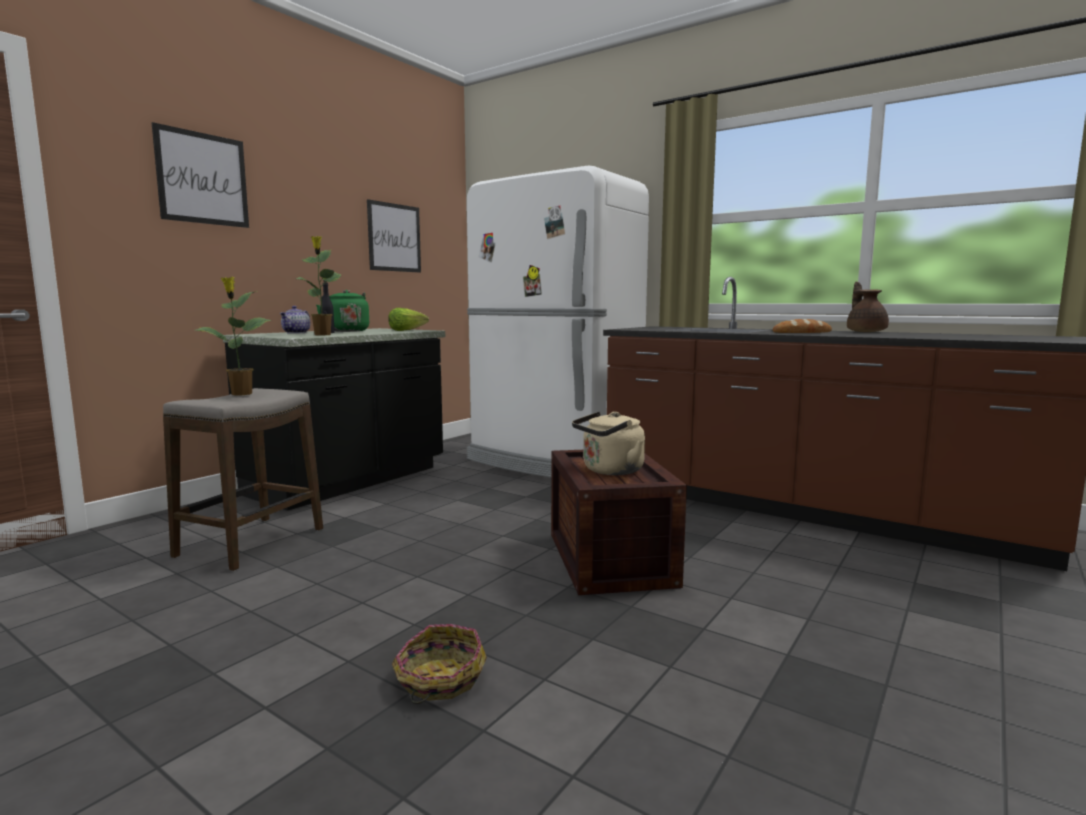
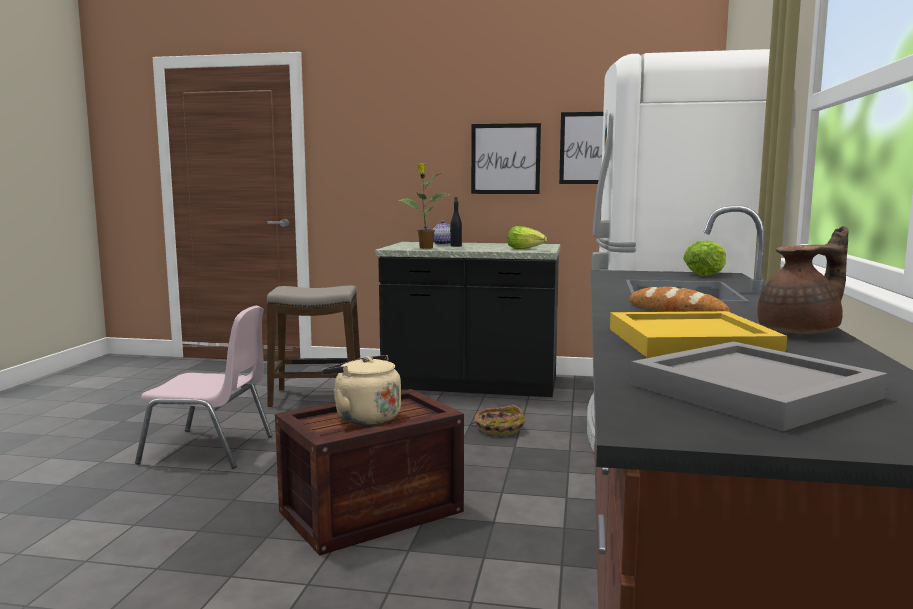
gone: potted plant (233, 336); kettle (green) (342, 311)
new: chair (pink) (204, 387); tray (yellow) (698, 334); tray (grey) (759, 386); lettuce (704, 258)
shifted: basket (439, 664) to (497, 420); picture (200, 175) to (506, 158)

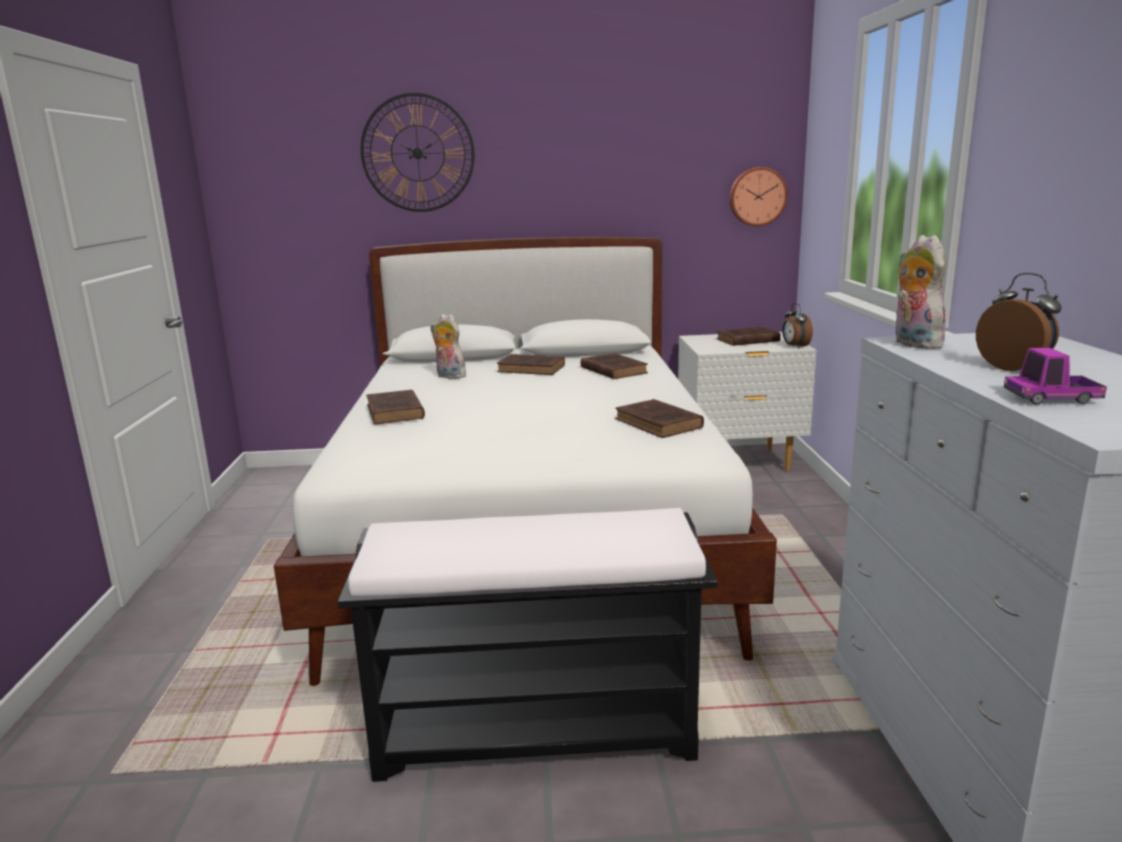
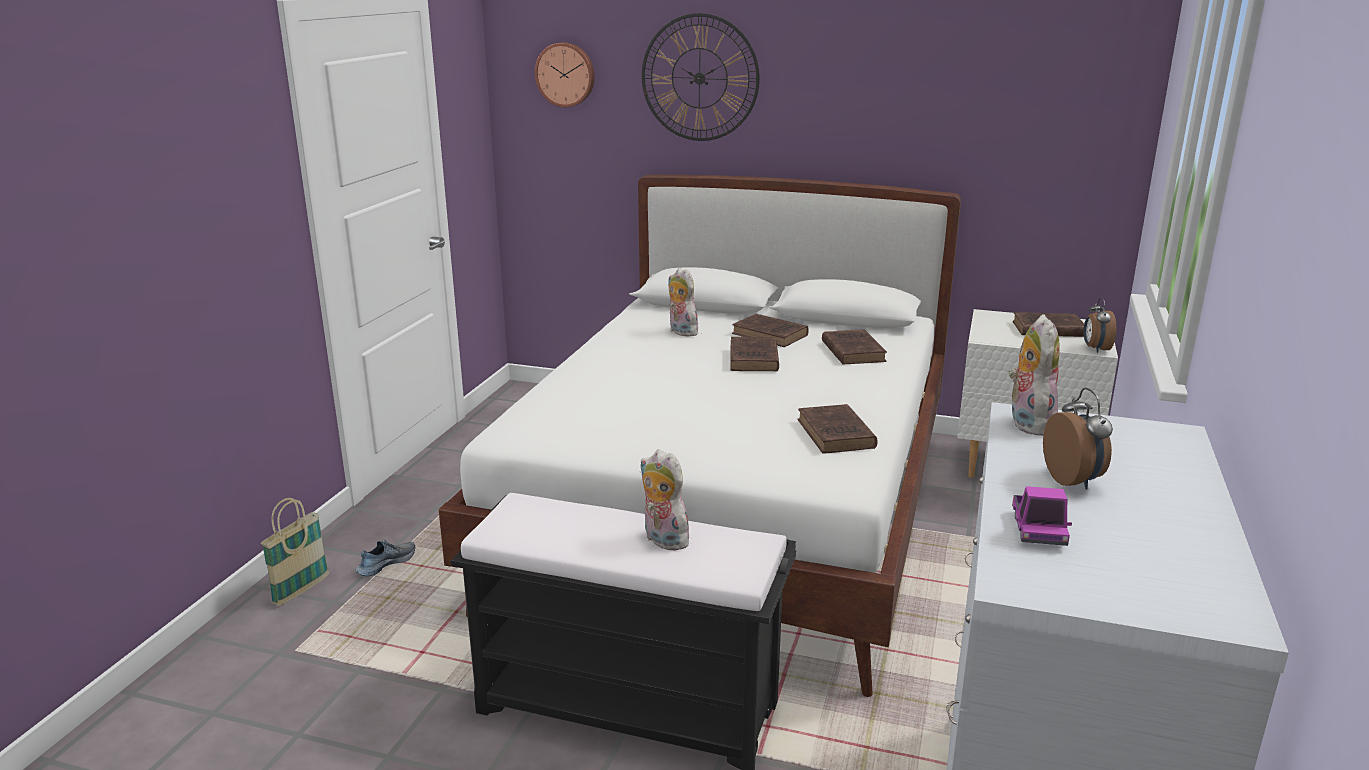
new: basket (295, 552); shoe (385, 558); plush toy (667, 500)
shifted: wall clock (759, 196) to (565, 74); book (brown) (395, 407) to (754, 354)
rotated: toy truck (1055, 376) = (1042, 516) 105 degrees counterclockwise

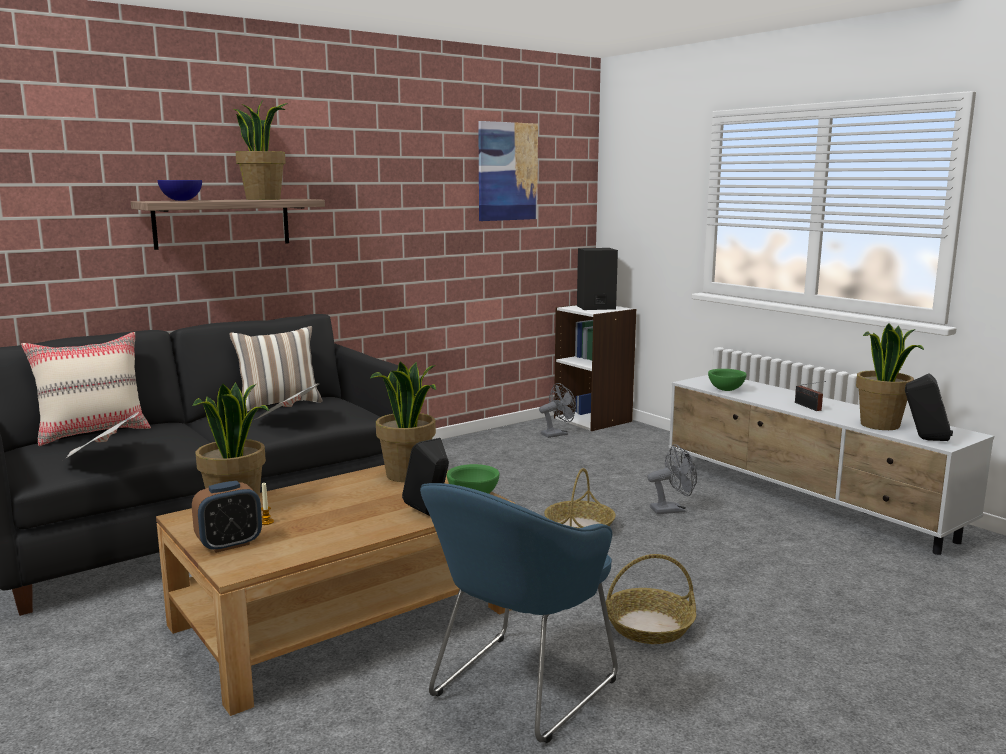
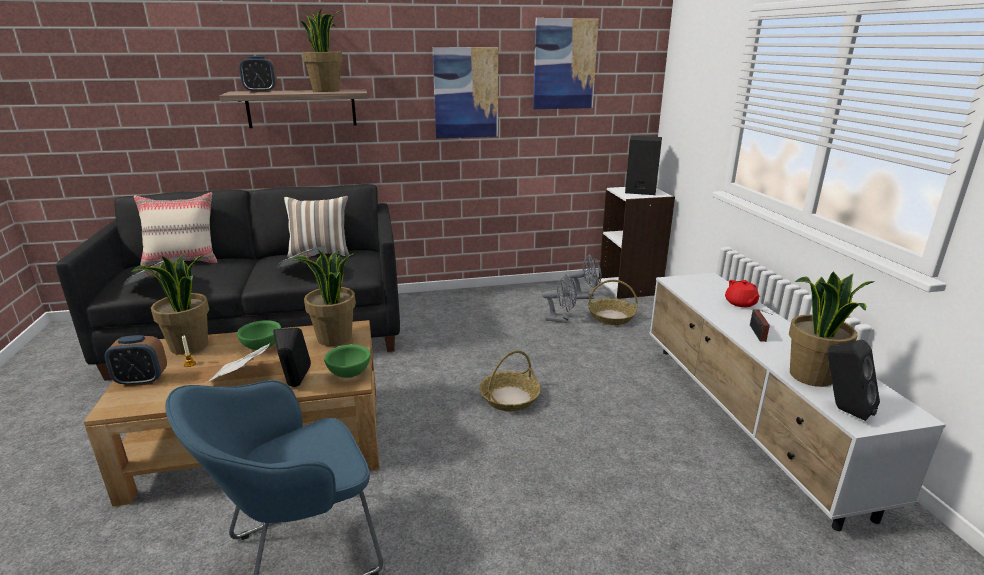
new: newspaper (238, 362); picture (465, 92); teapot (red) (742, 293)
shifted: bowl (green) (727, 380) to (259, 335); fan (grey) (672, 479) to (559, 299); basket (650, 599) to (613, 302)
swapped: bowl (blue) (180, 190) to alarm clock (258, 74)

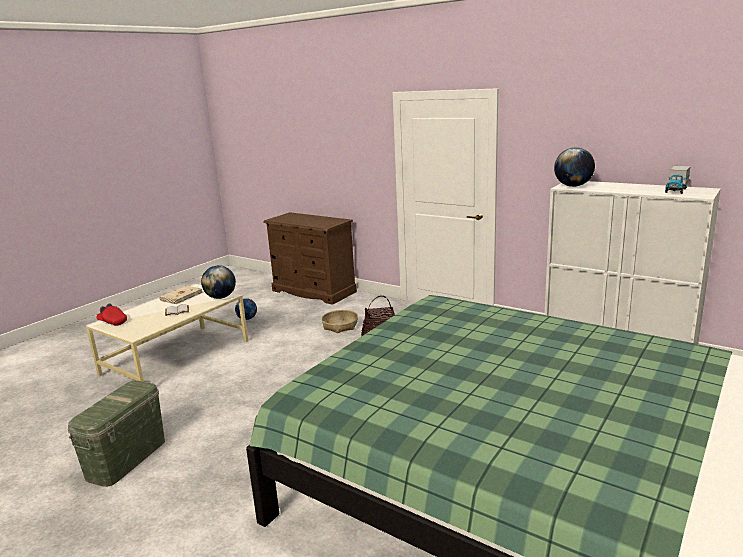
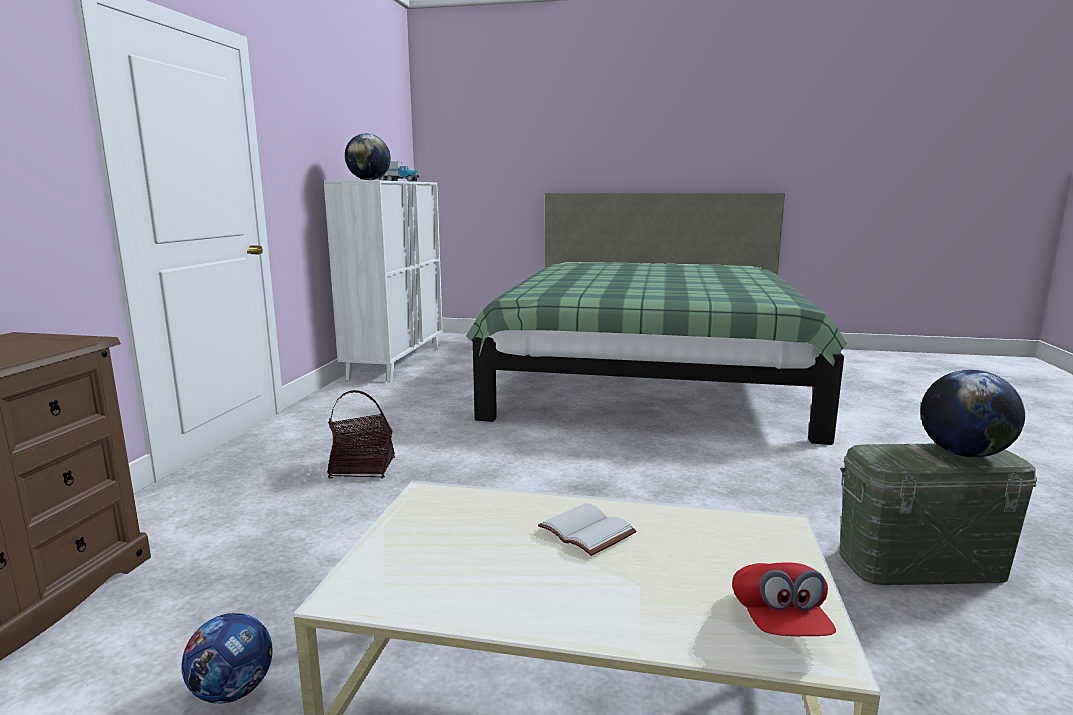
gone: book (beige) (181, 295); basket (339, 321)
shifted: globe (218, 282) to (973, 413)

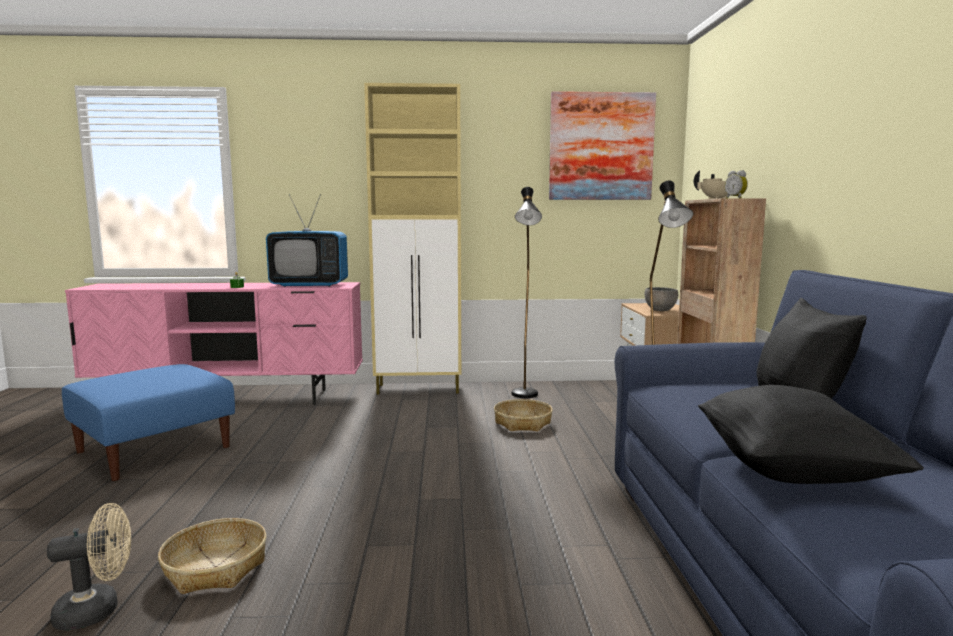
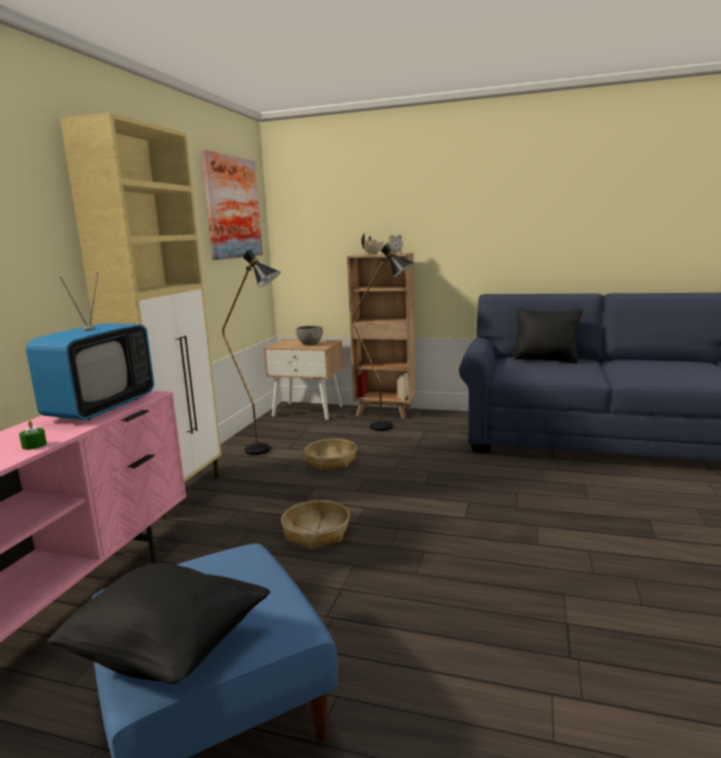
gone: fan (beige) (89, 567)
shifted: pillow (black) (811, 434) to (158, 623); basket (212, 556) to (315, 525)

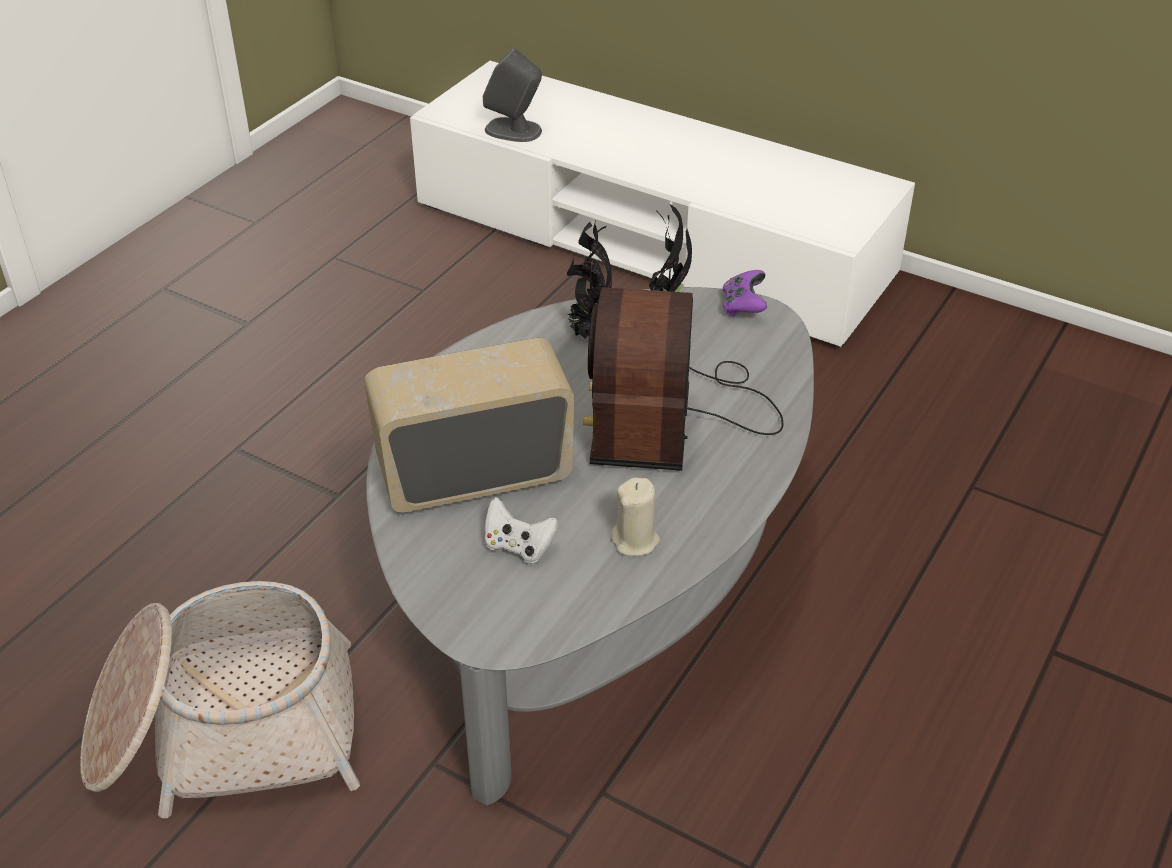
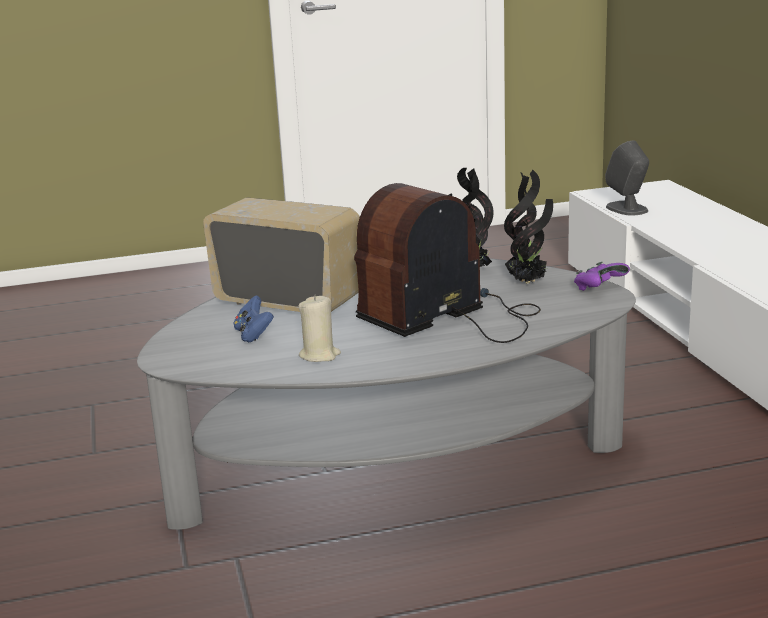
gone: basket (220, 699)
repainted: game controller (white) (522, 530) to game controller (blue) (253, 318)

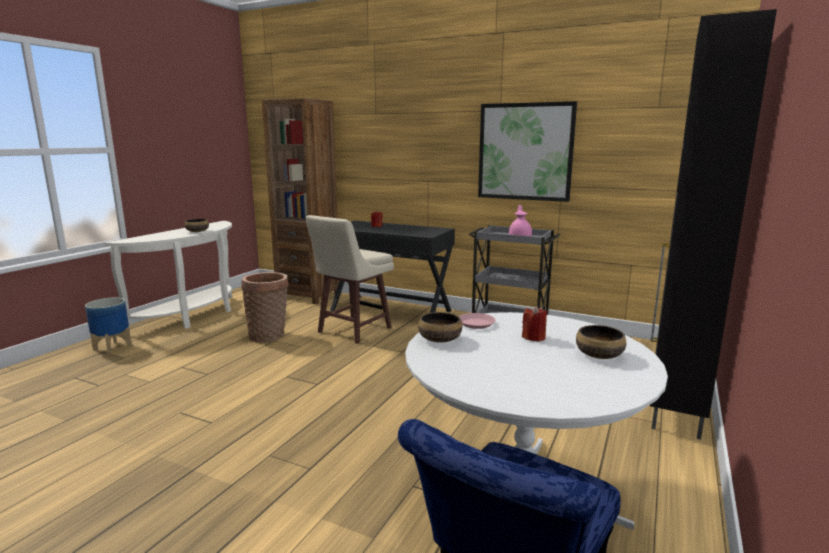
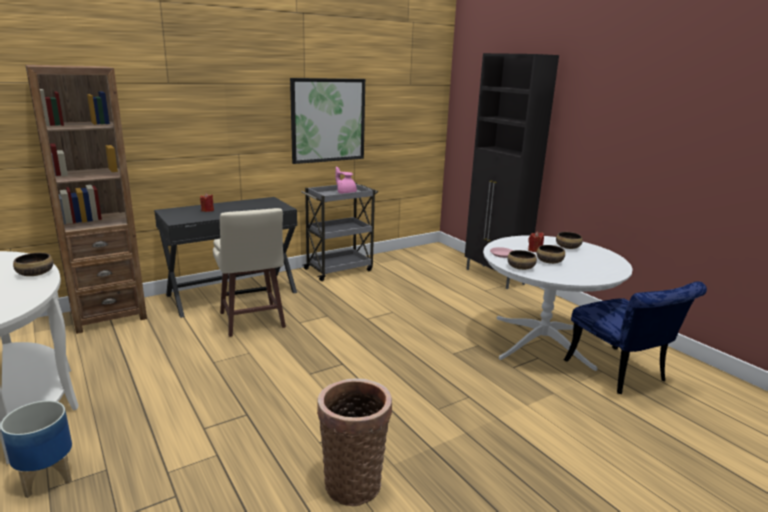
new: bowl (551, 254)
shifted: basket (264, 307) to (354, 442)

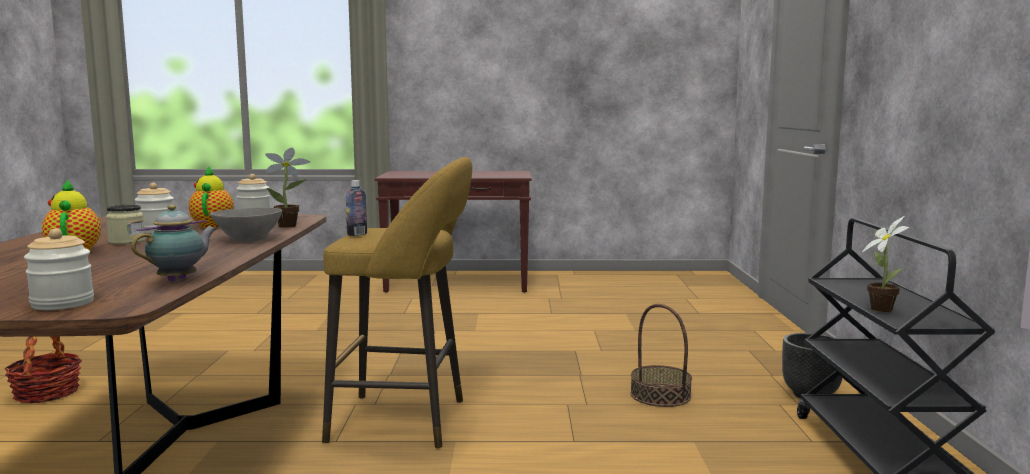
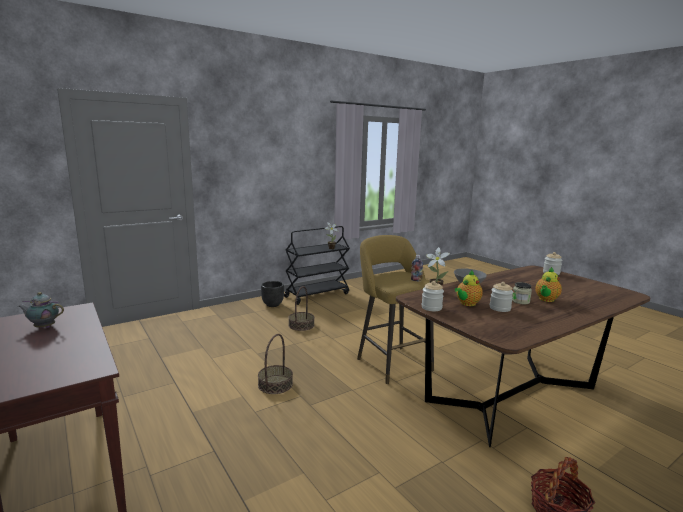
new: basket (275, 364)
shifted: teapot (174, 243) to (41, 310)

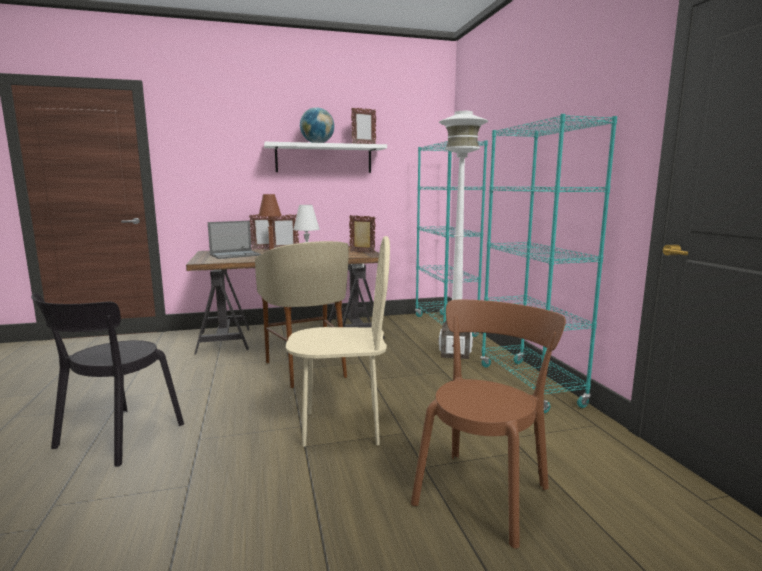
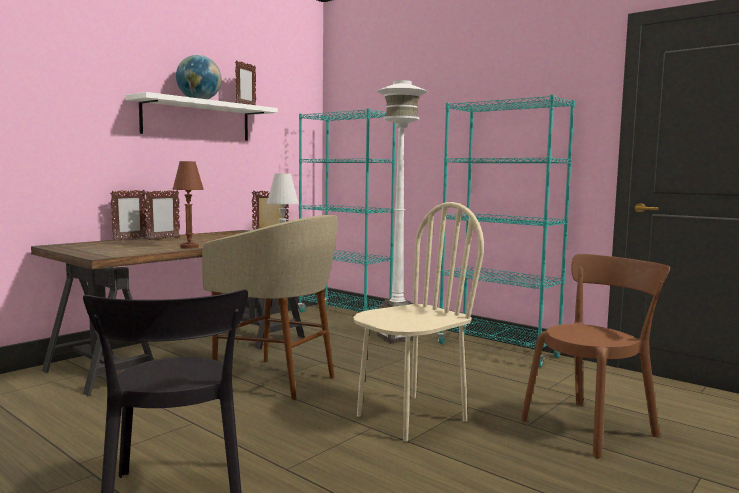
gone: laptop (234, 240)
rotated: chair (brown) (488, 424) = (595, 356) 60 degrees clockwise

